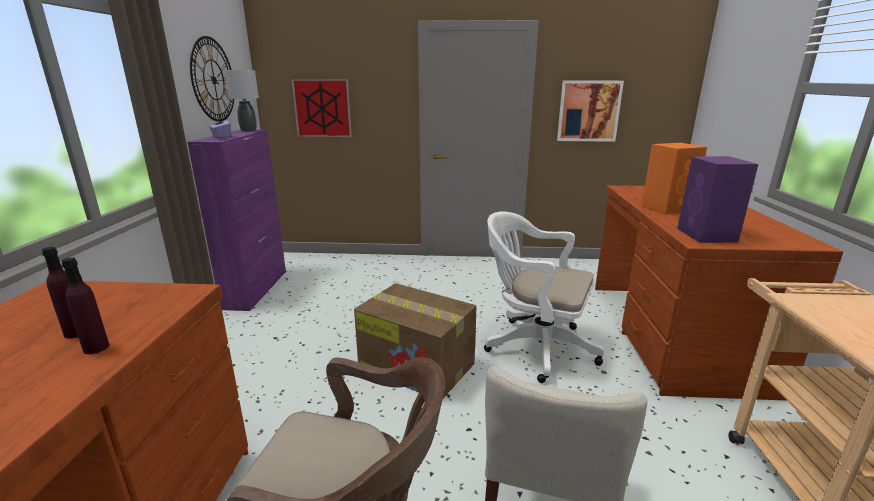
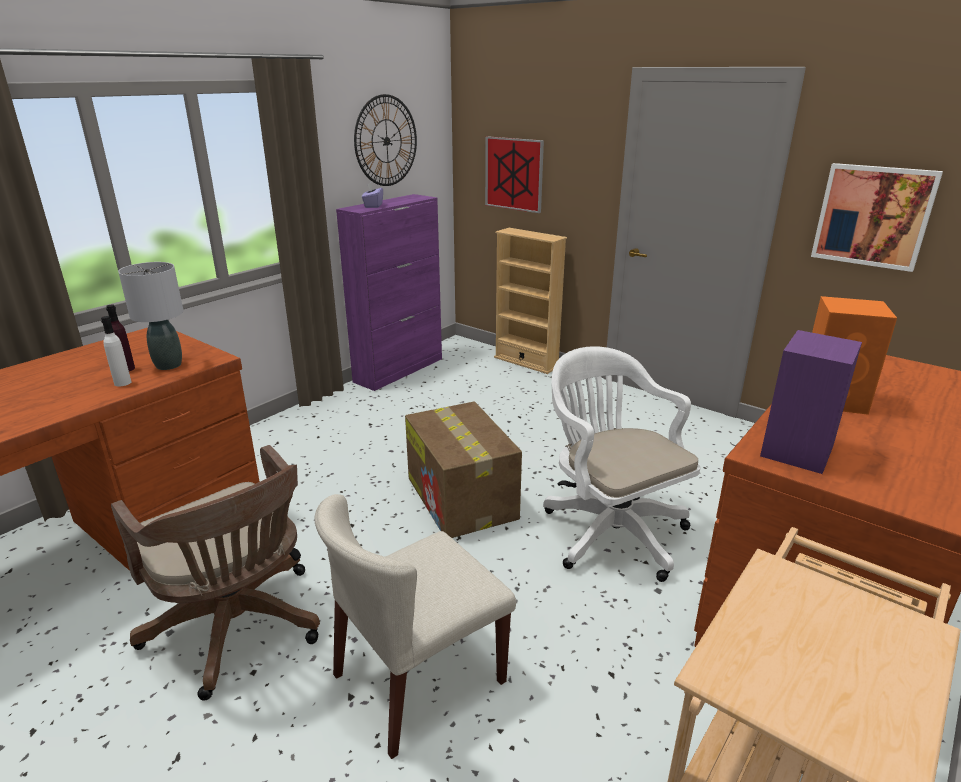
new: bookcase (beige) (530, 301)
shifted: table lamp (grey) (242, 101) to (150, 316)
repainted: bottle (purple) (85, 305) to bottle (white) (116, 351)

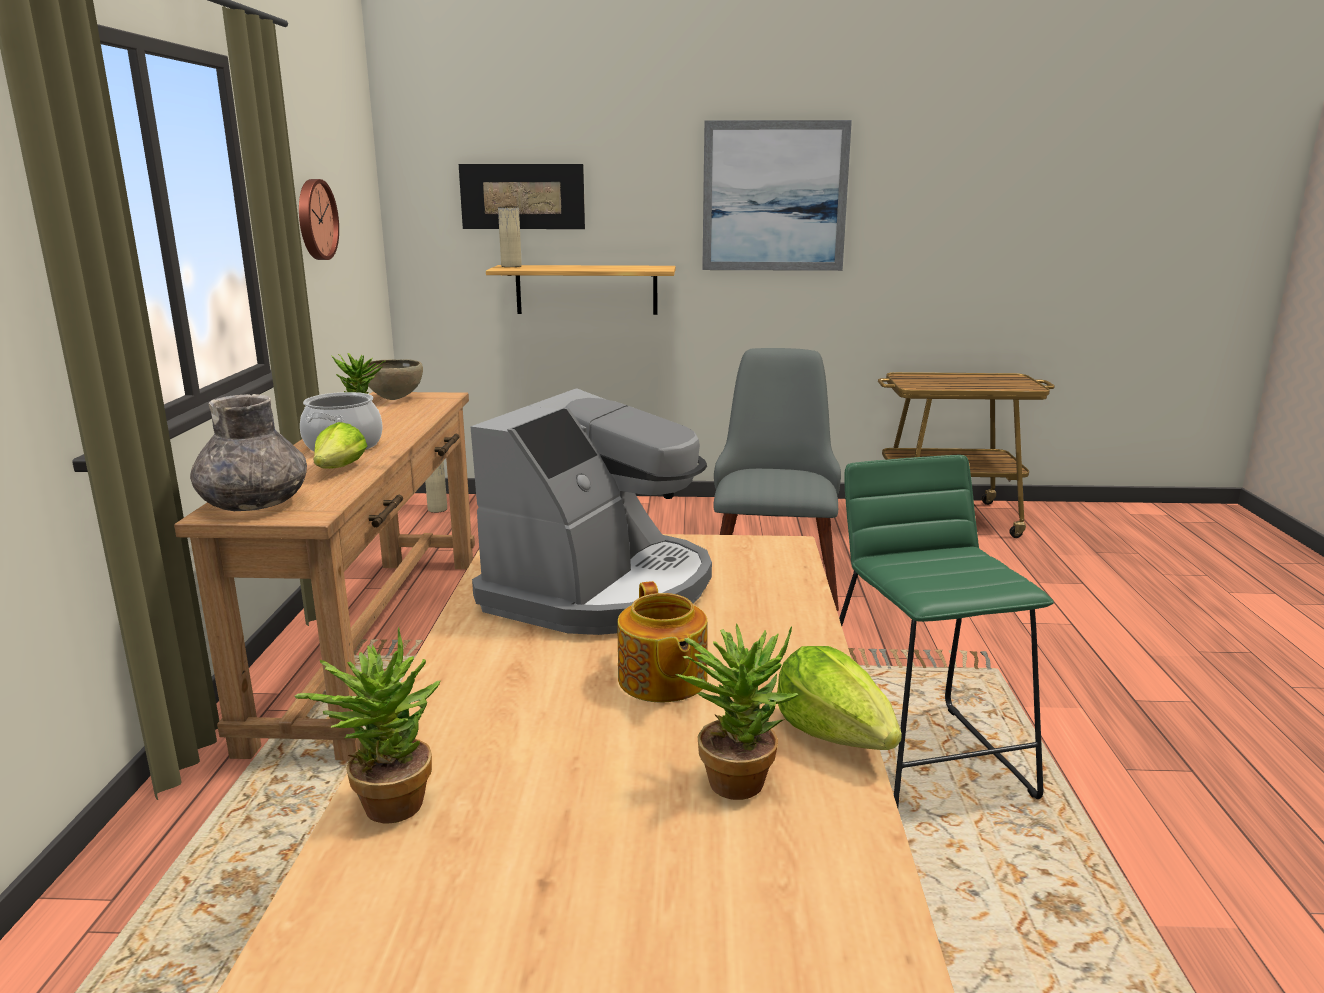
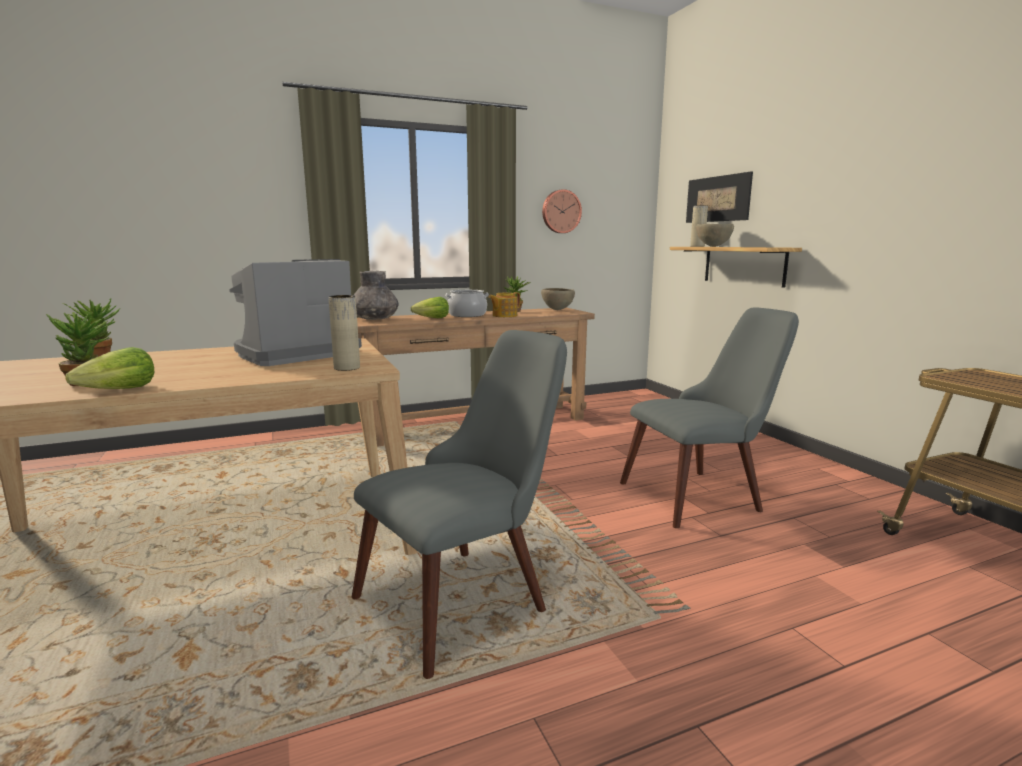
gone: picture (777, 195)
new: bowl (brown) (715, 235)
shifted: vase (beige) (436, 487) to (344, 333); teapot (662, 641) to (504, 304)
swapped: stool (green) (946, 631) to chair (grey) (459, 504)
rotated: coffee machine (591, 511) = (295, 312) 135 degrees clockwise

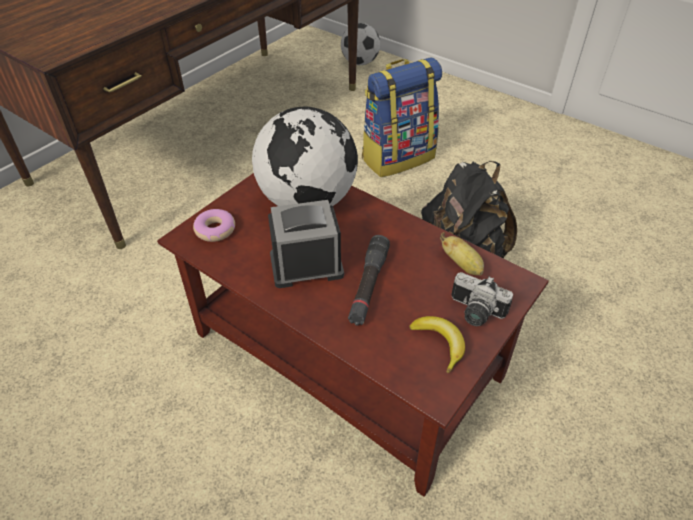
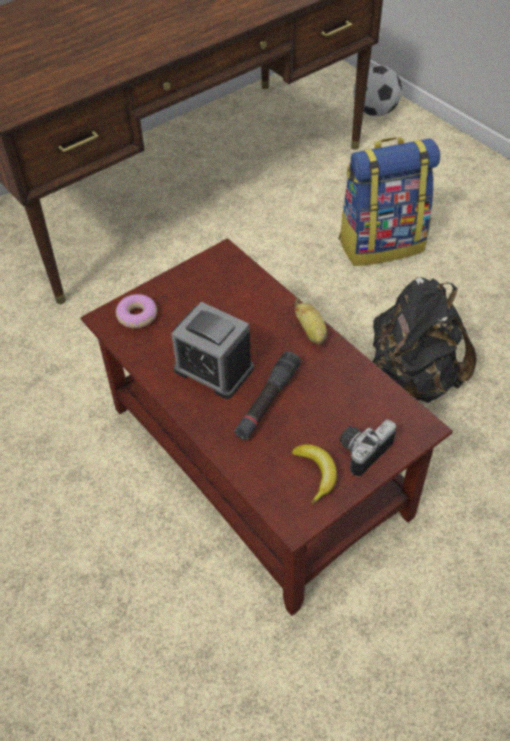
gone: globe (305, 156)
shifted: banana (462, 254) to (310, 321)
rotated: alarm clock (306, 244) = (213, 350) 150 degrees counterclockwise; photo camera (482, 299) = (368, 448) 90 degrees clockwise

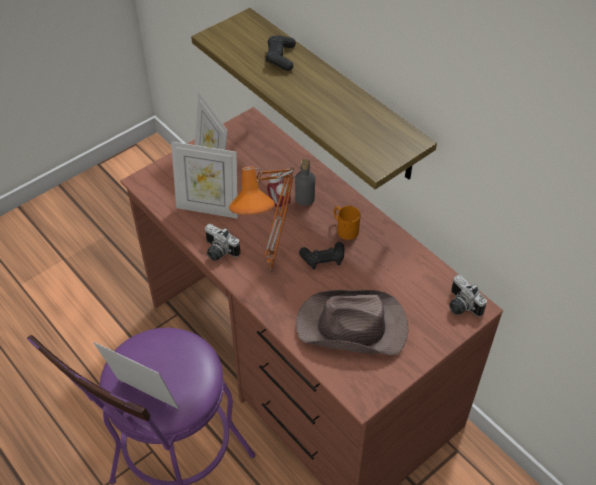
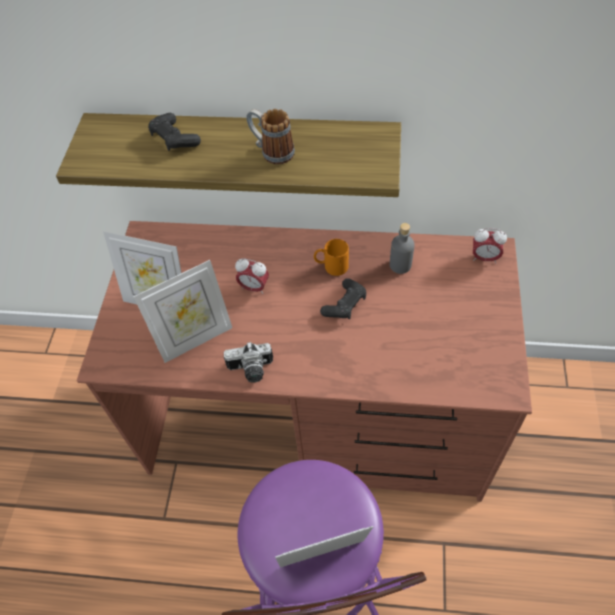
gone: table lamp (orange) (262, 219); hat (brown) (352, 323)
new: mug (270, 136)
shifted: bottle (grey) (305, 182) to (402, 248)
swapped: photo camera (468, 296) to alarm clock (490, 245)

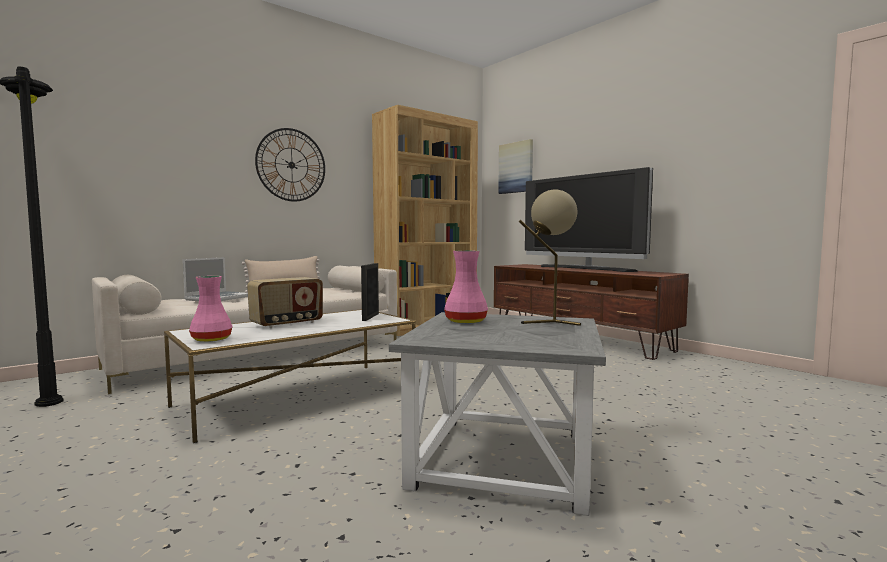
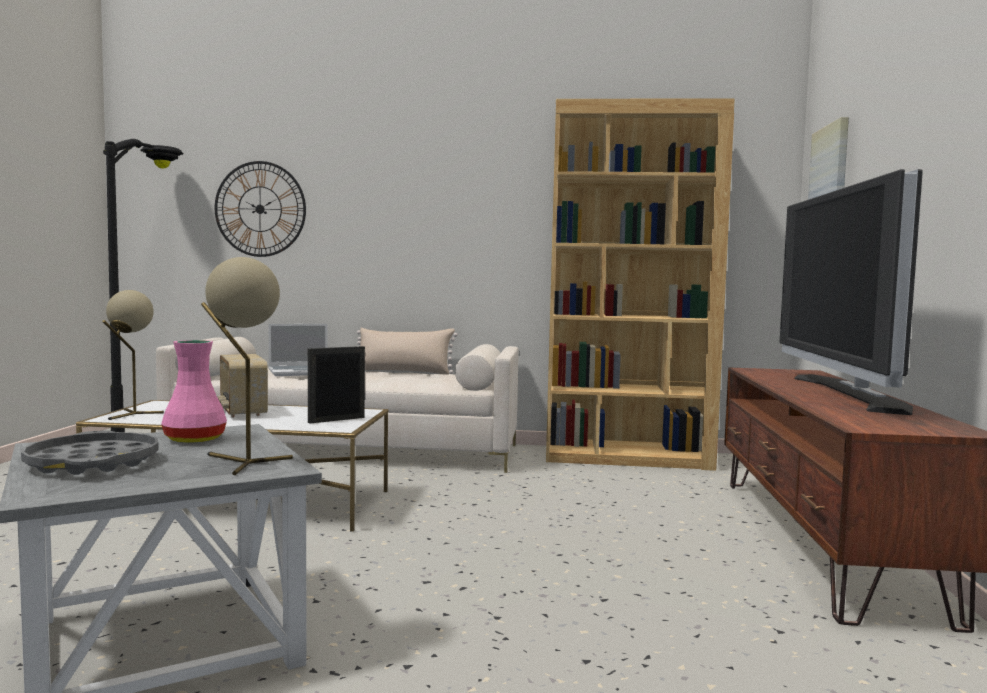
new: tray (grey) (90, 452)
shifted: wall clock (290, 164) to (260, 209)
swapped: vase (pink) (211, 309) to table lamp (beige) (133, 355)
rotated: radio (285, 302) = (242, 386) 60 degrees clockwise

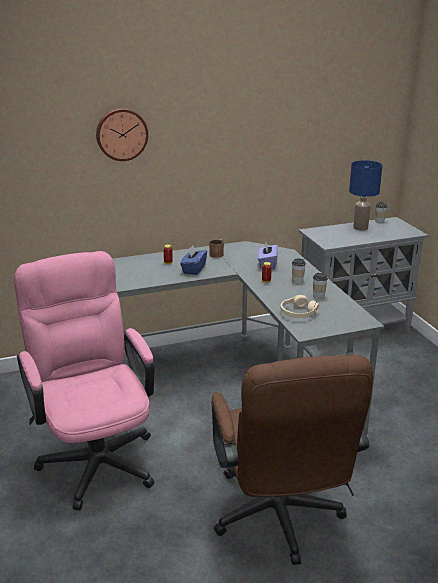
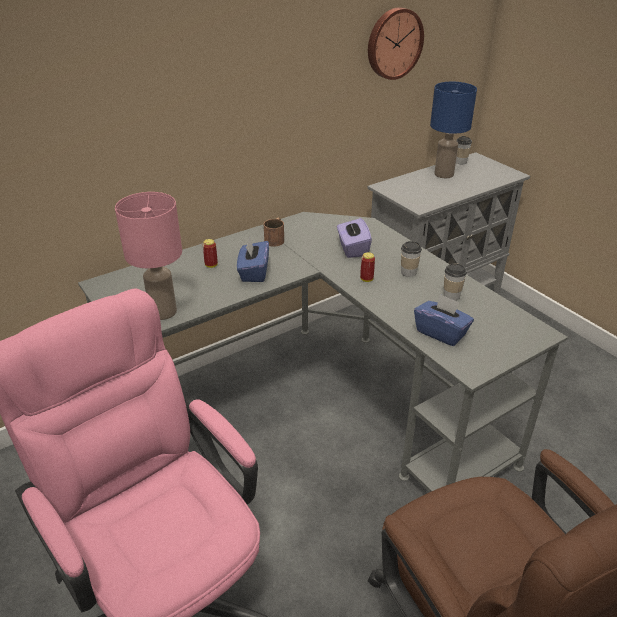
new: table lamp (pink) (148, 256)
shifted: wall clock (122, 134) to (396, 43)
swapped: headphones (beige) (300, 306) to tissue box (blue) (444, 320)

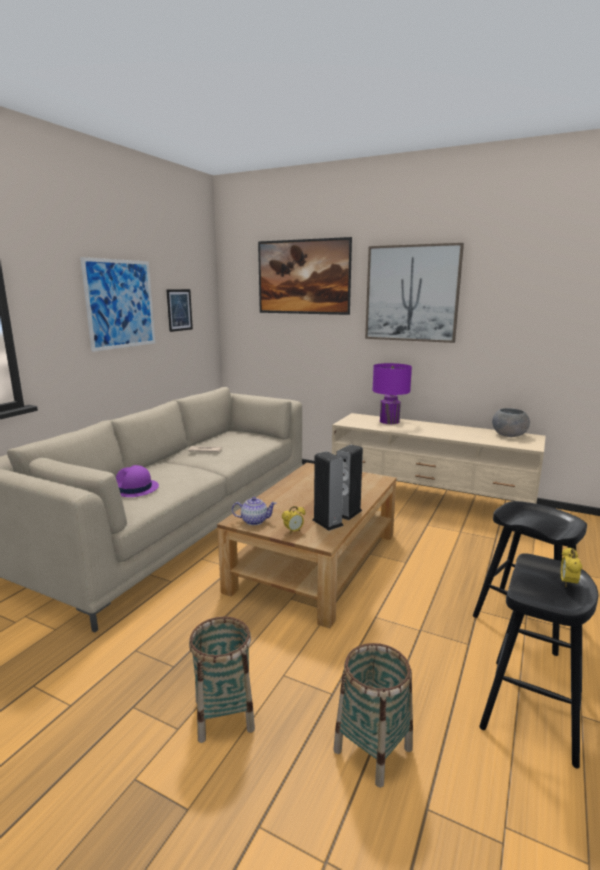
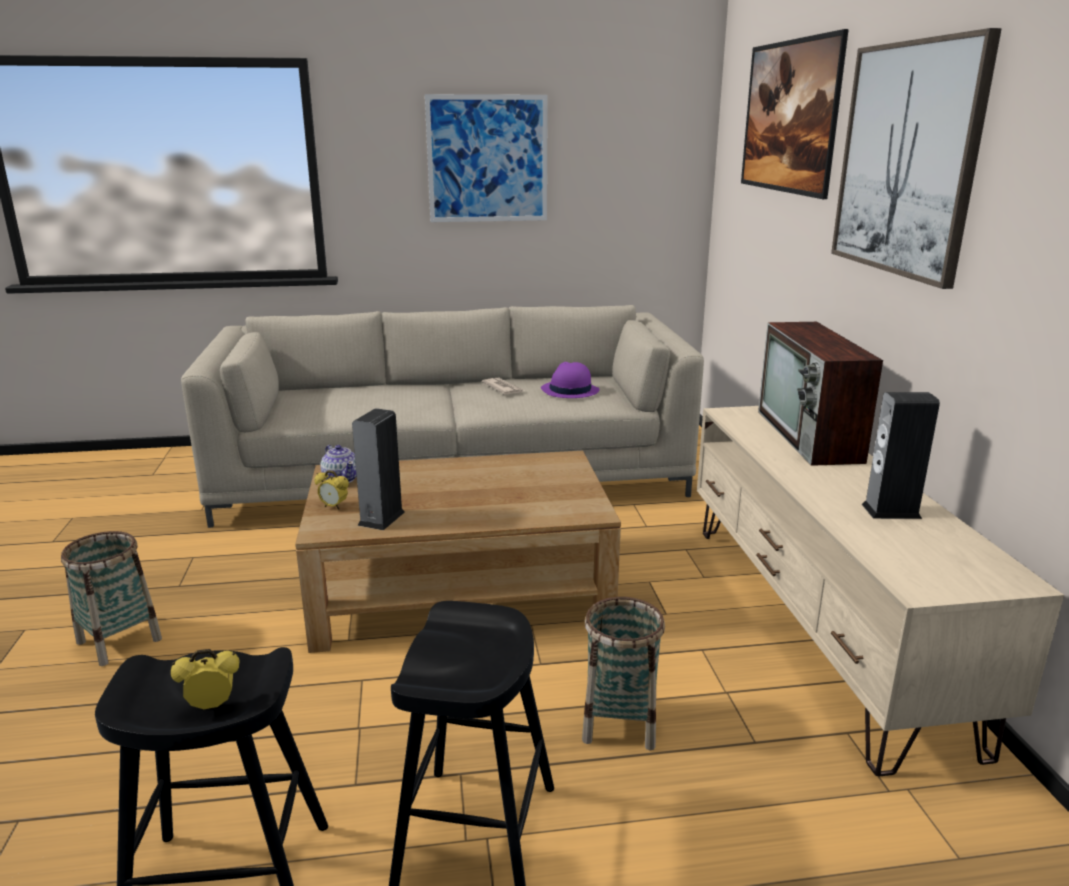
gone: picture (179, 310); bowl (grey) (511, 422)
shifted: hat (purple) (137, 481) to (570, 380); basket (373, 715) to (623, 673); speaker (349, 482) to (901, 455)
swapped: table lamp (purple) (392, 393) to television (820, 394)

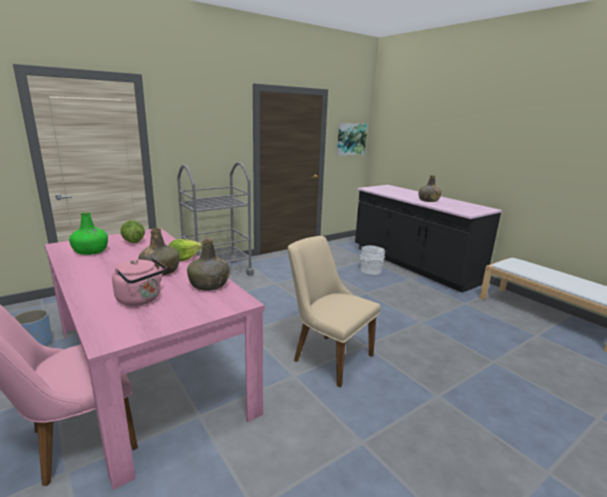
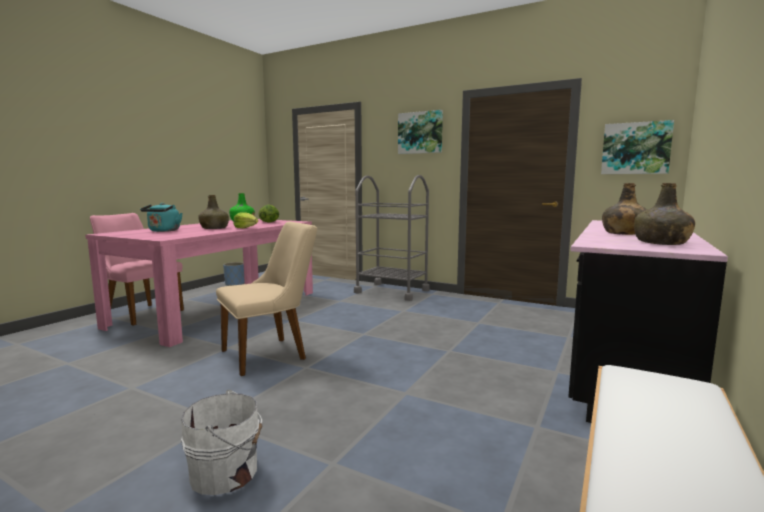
new: picture (420, 132)
shifted: bucket (white) (373, 260) to (221, 442); bottle (green) (208, 265) to (664, 214)
repainted: kettle (pink) (139, 281) to kettle (turquoise) (161, 217)
rotated: chair (beige) (334, 311) = (266, 299) 45 degrees clockwise

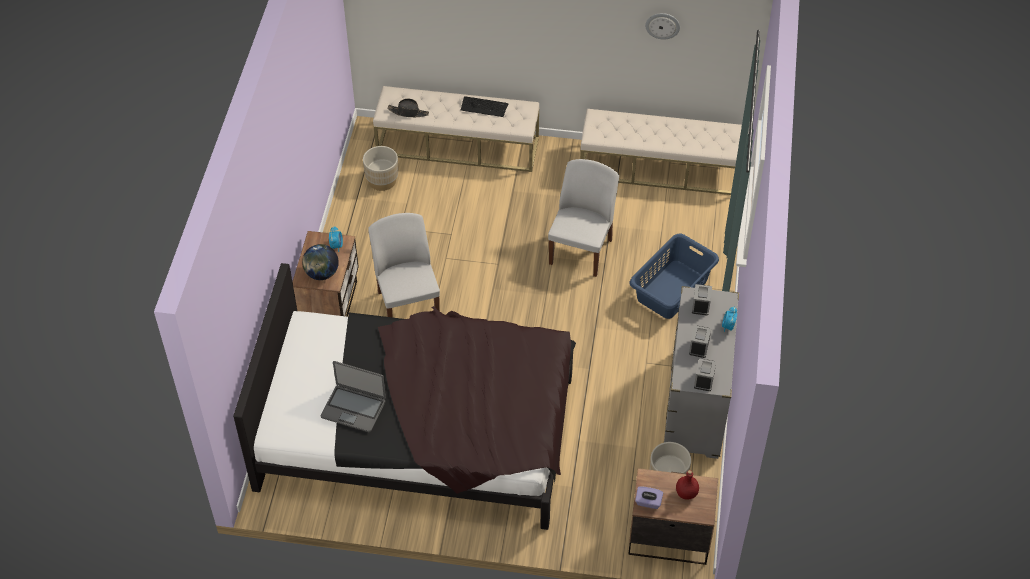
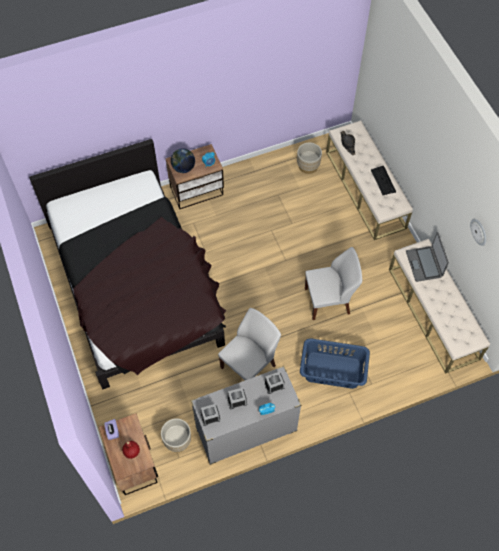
shifted: chair (white) (404, 265) to (249, 344); laptop (353, 397) to (427, 257)

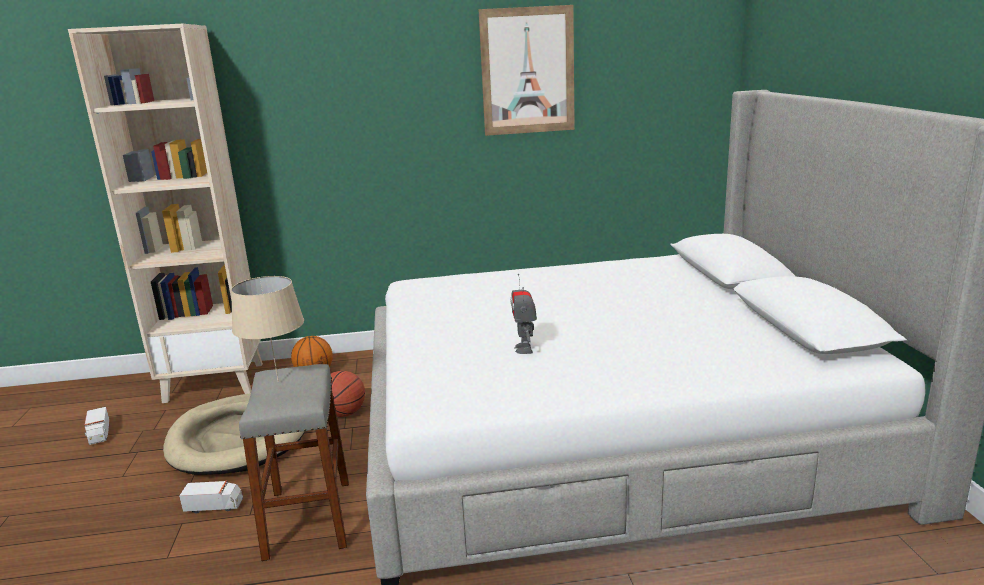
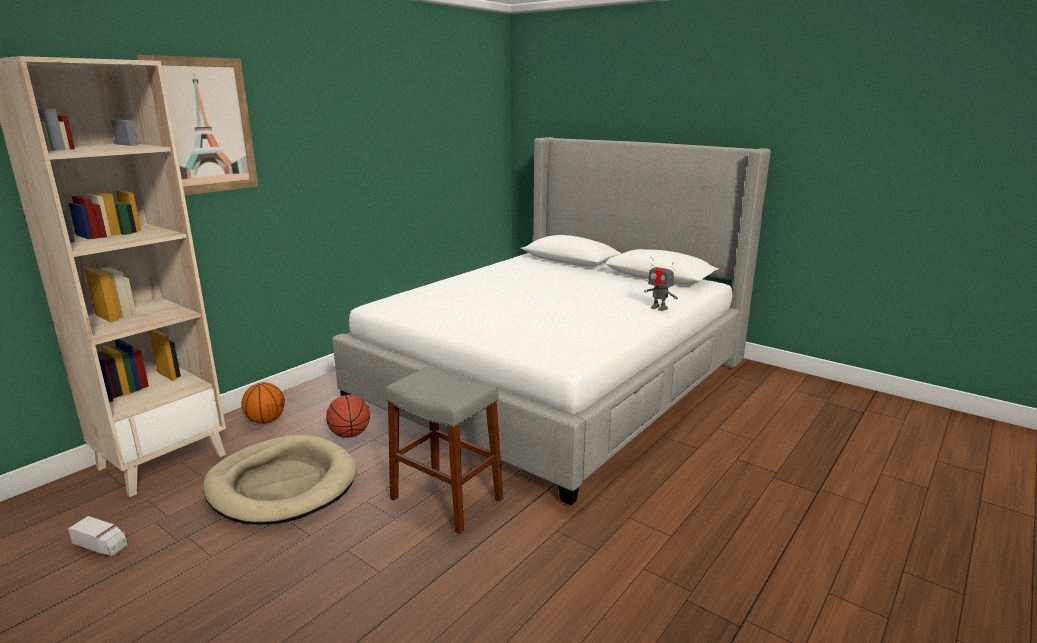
gone: toy truck (211, 497); table lamp (beige) (267, 329)
shifted: picture (526, 70) to (197, 125); toy robot (524, 314) to (661, 284)

